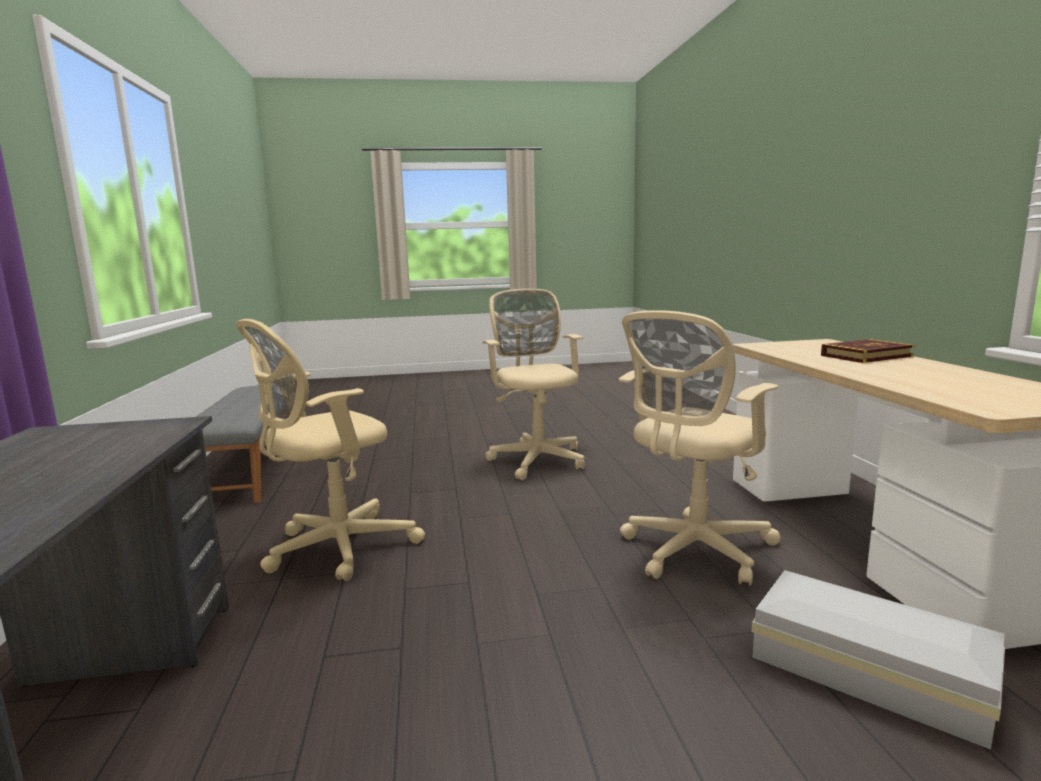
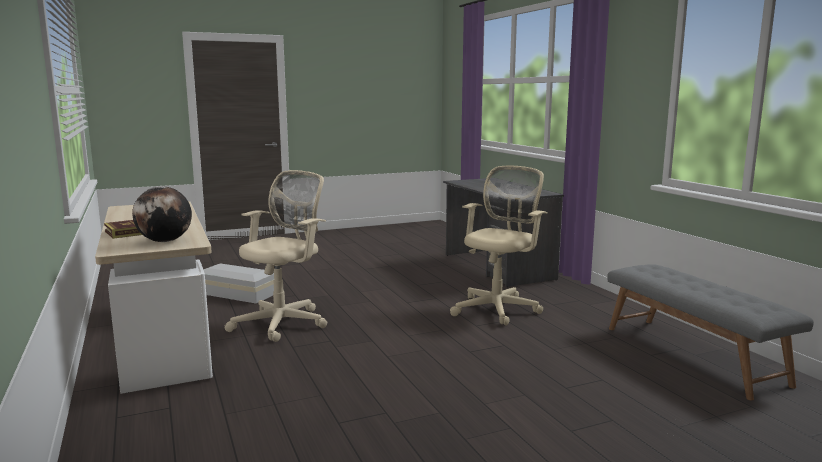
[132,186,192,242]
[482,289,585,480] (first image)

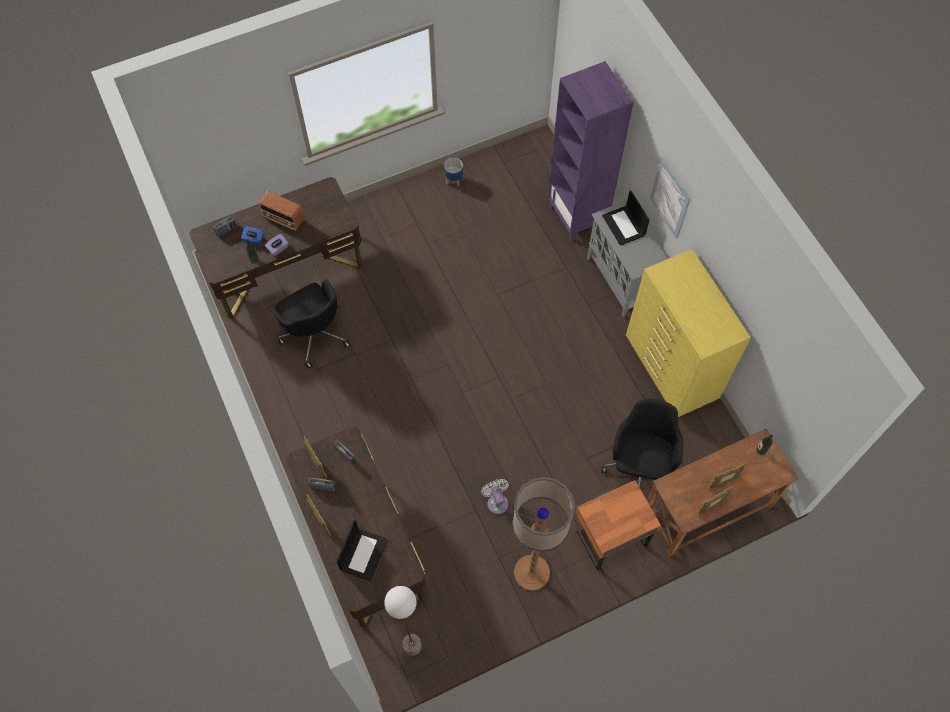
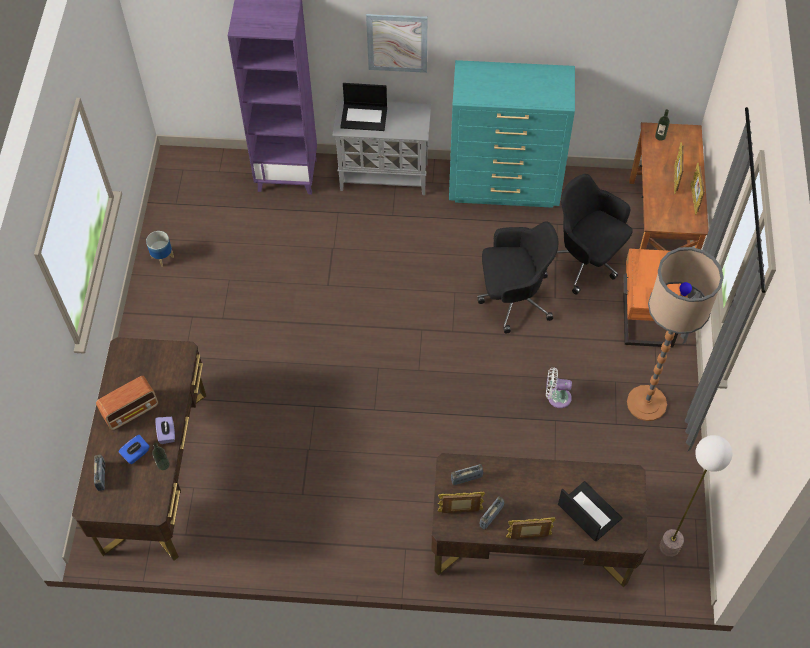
[449,60,575,208]
[477,221,558,333]

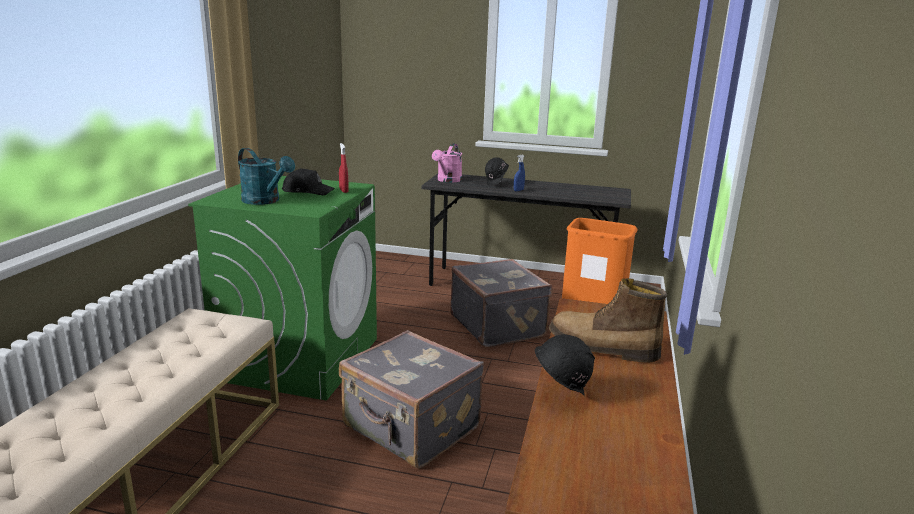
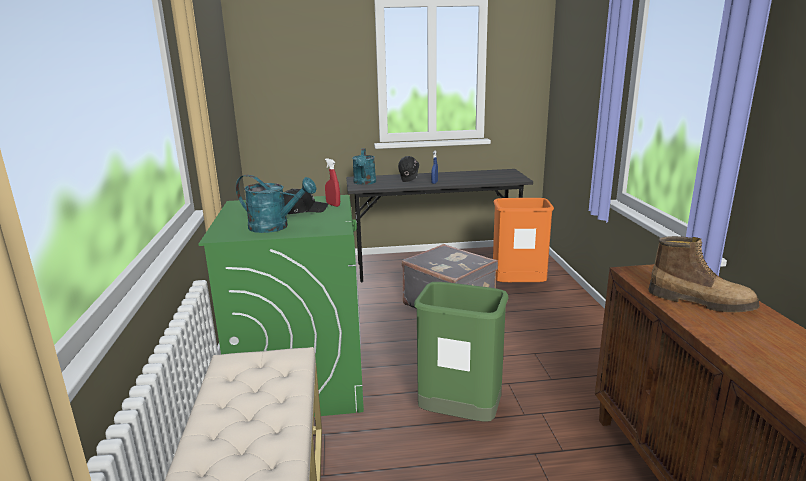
[352,148,376,185]
[414,282,509,422]
[648,236,760,312]
[535,334,595,397] (first image)

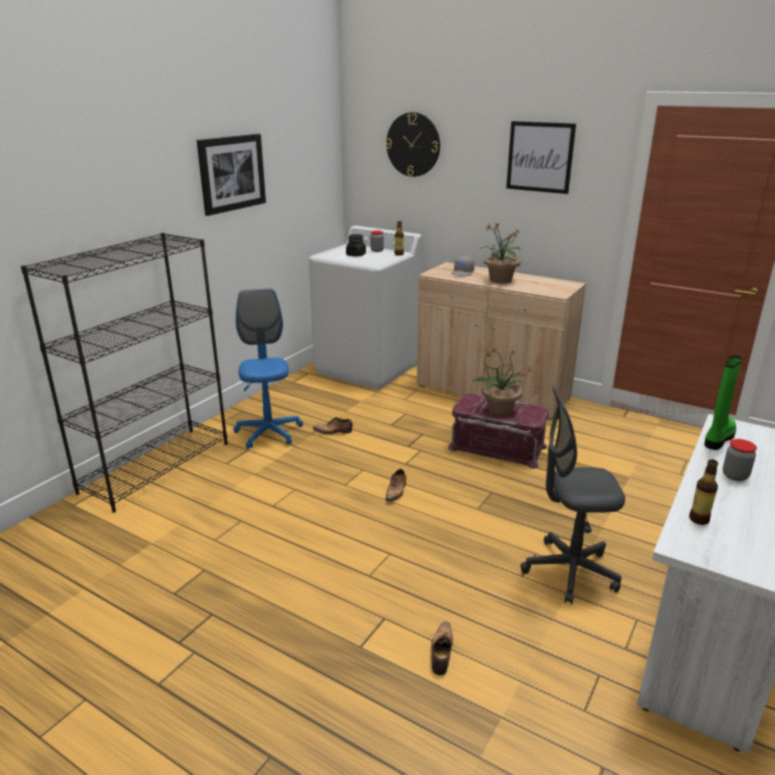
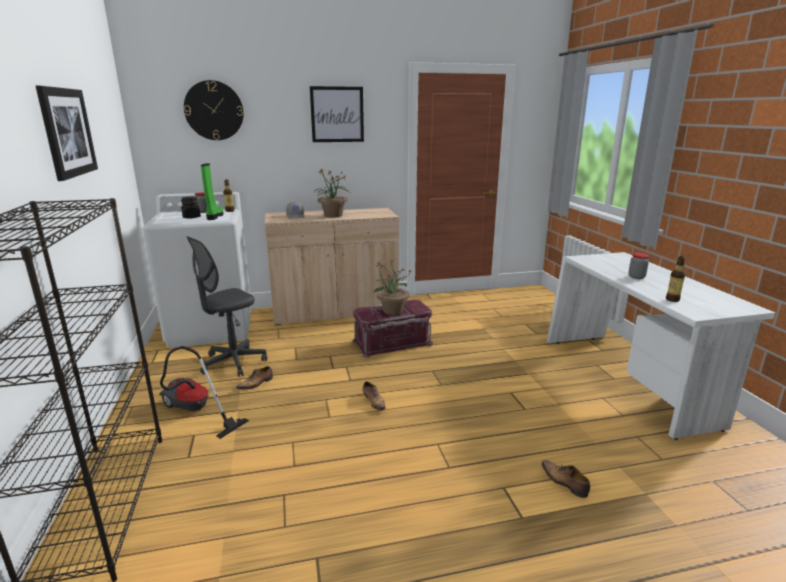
[159,346,249,439]
[186,236,267,377]
[201,164,224,220]

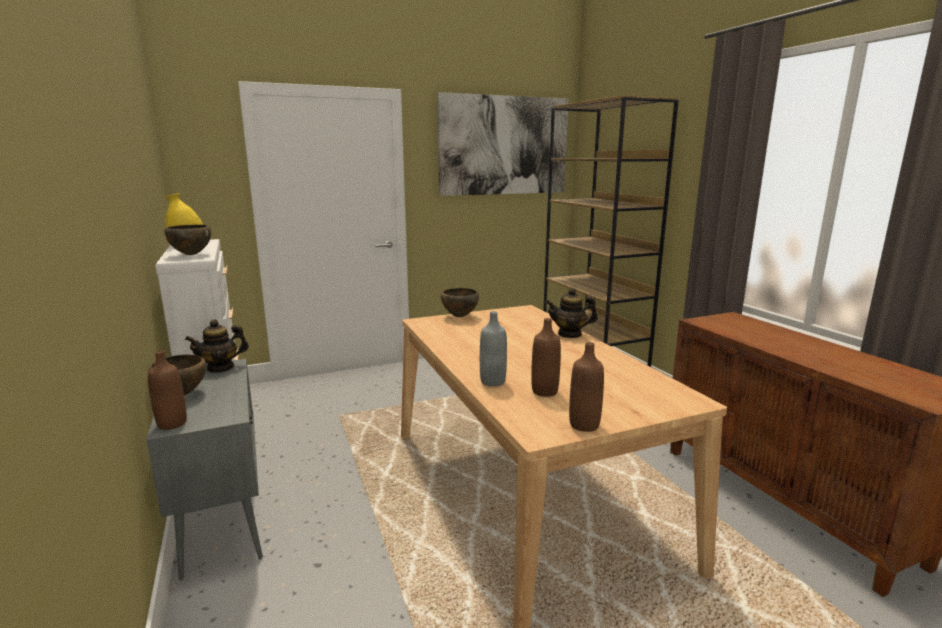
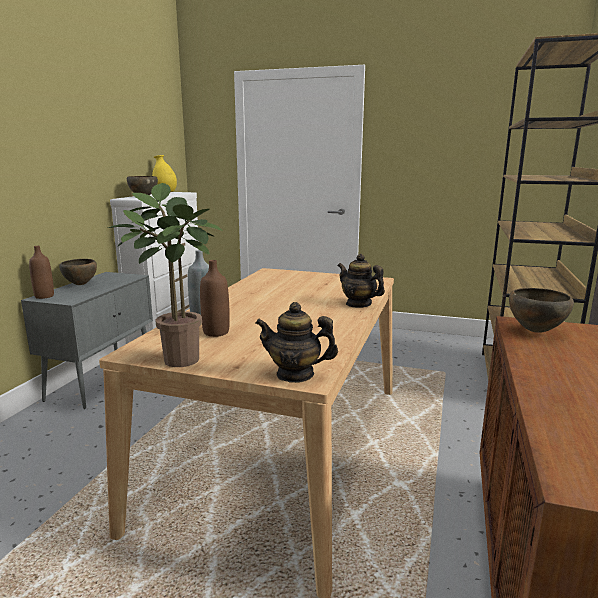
[108,183,223,367]
[255,302,338,383]
[509,288,574,333]
[437,92,569,196] (first image)

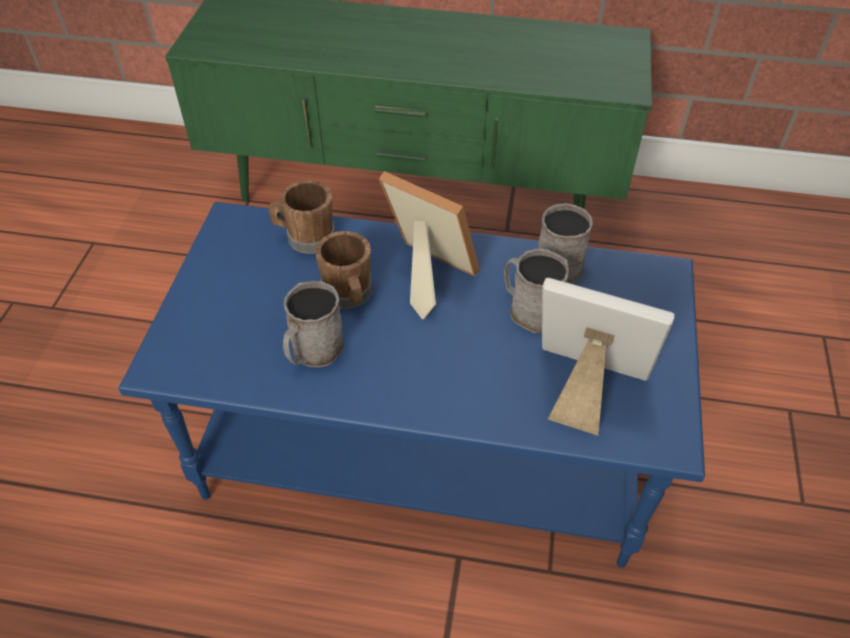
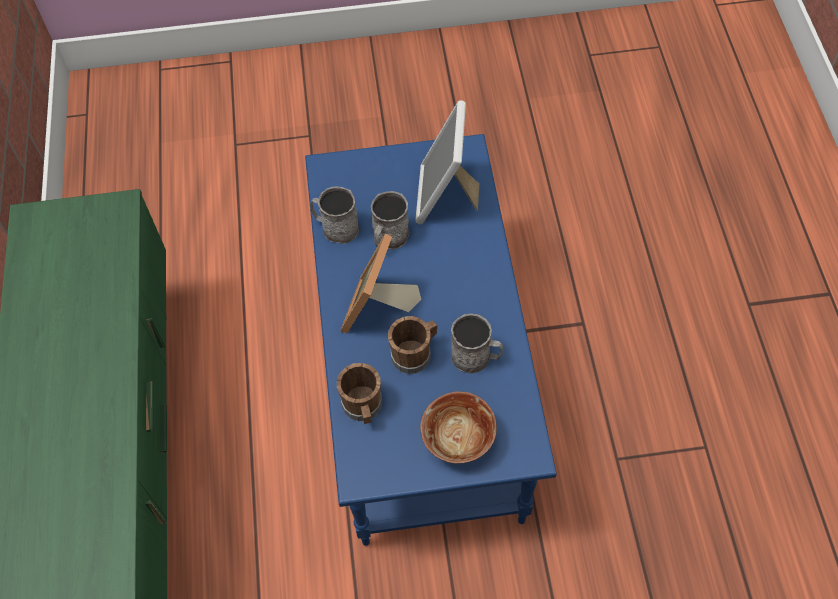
[420,392,497,464]

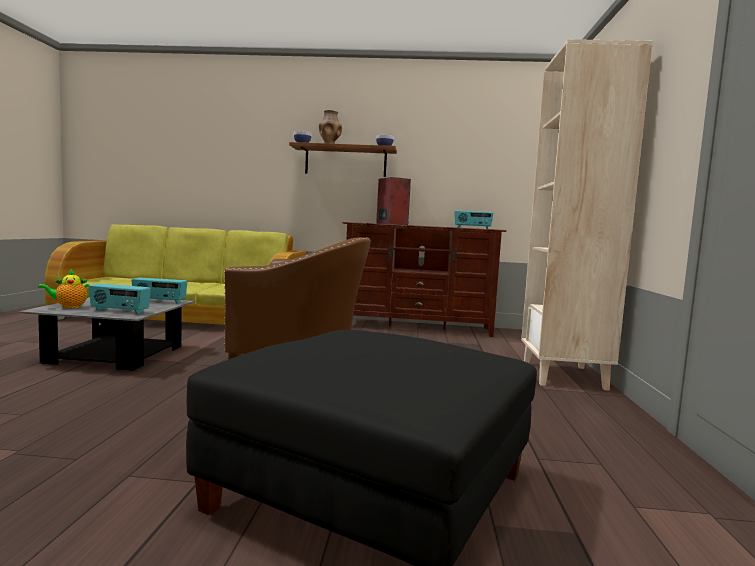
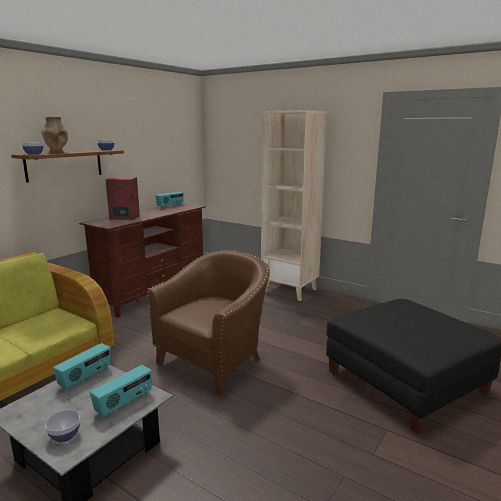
[45,410,80,442]

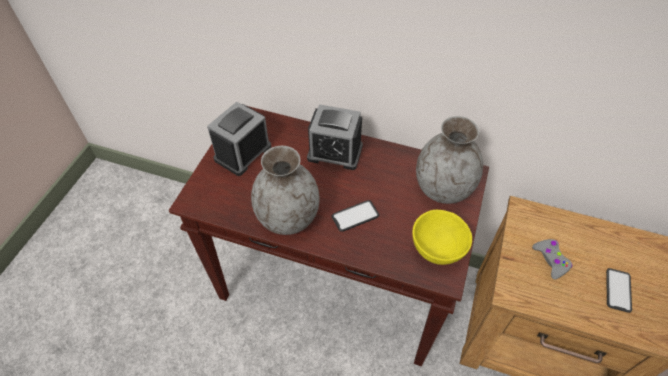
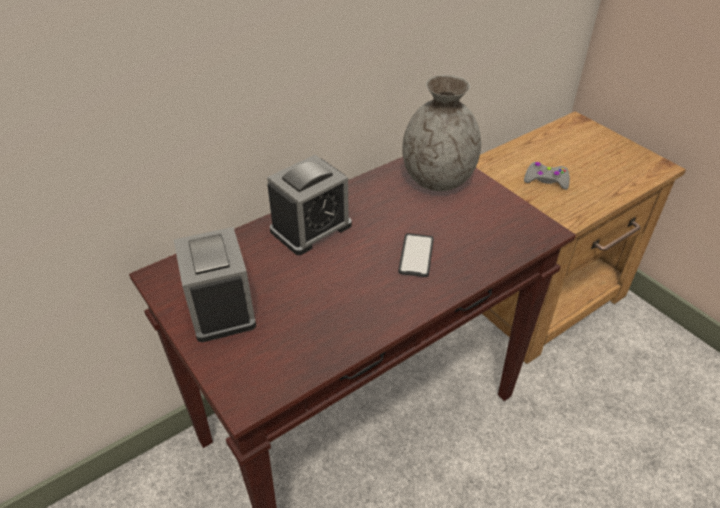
[251,146,320,235] (first image)
[412,210,472,265] (first image)
[606,268,632,313] (first image)

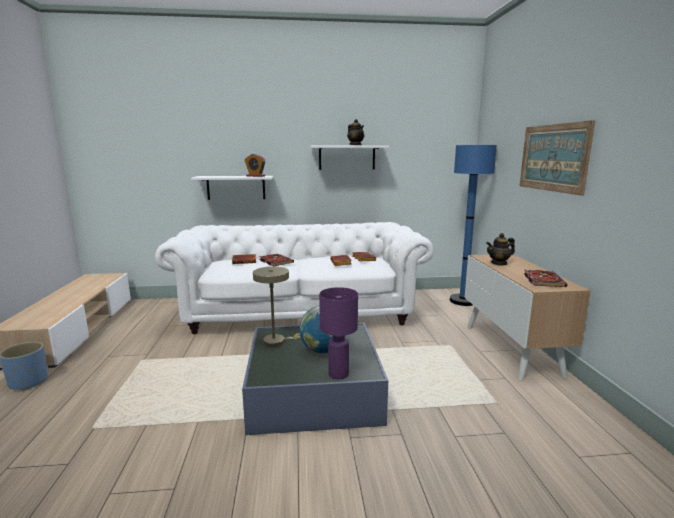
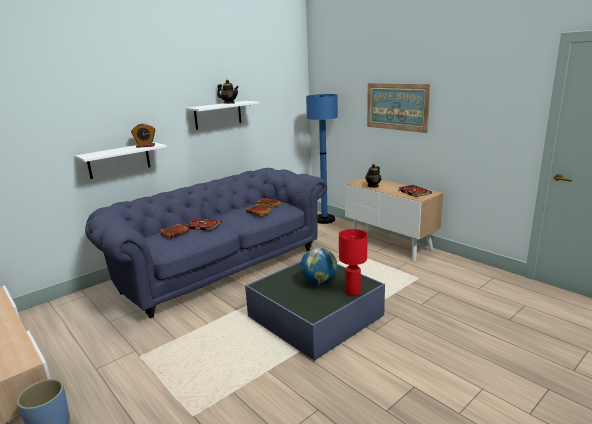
[85,168,327,318]
[339,229,368,296]
[253,266,300,347] (first image)

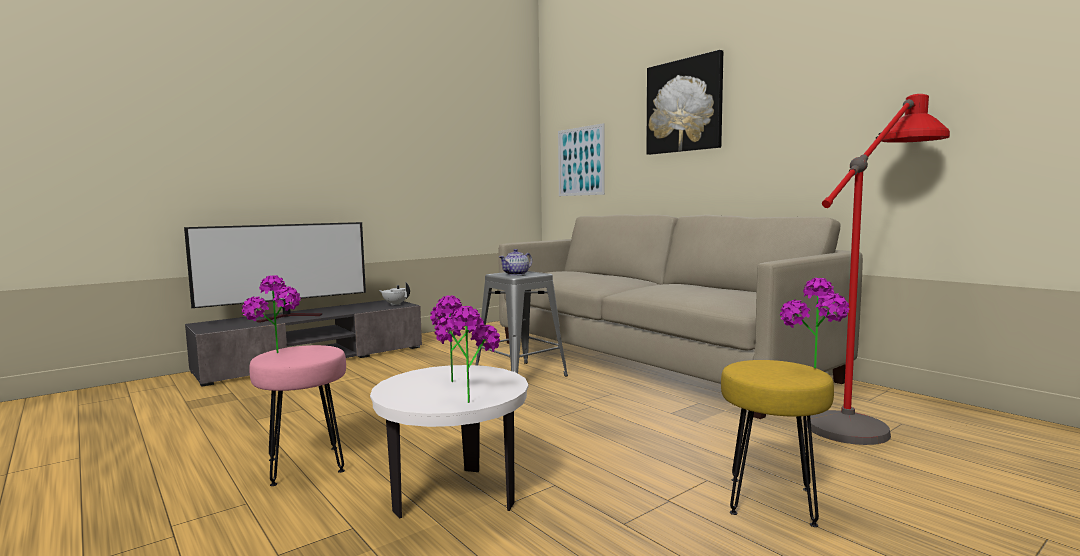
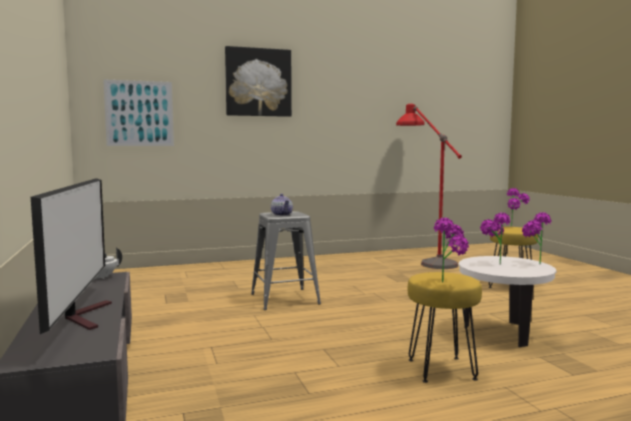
[408,272,482,383]
[499,215,863,419] (first image)

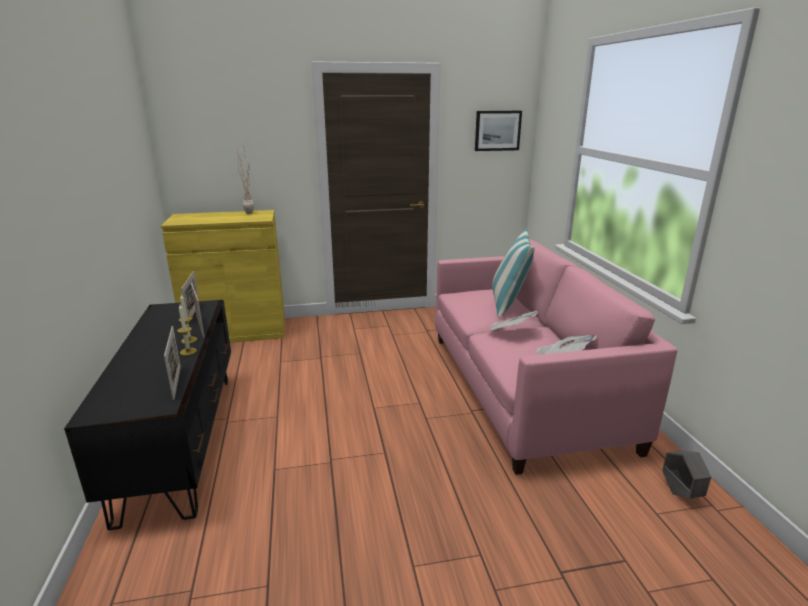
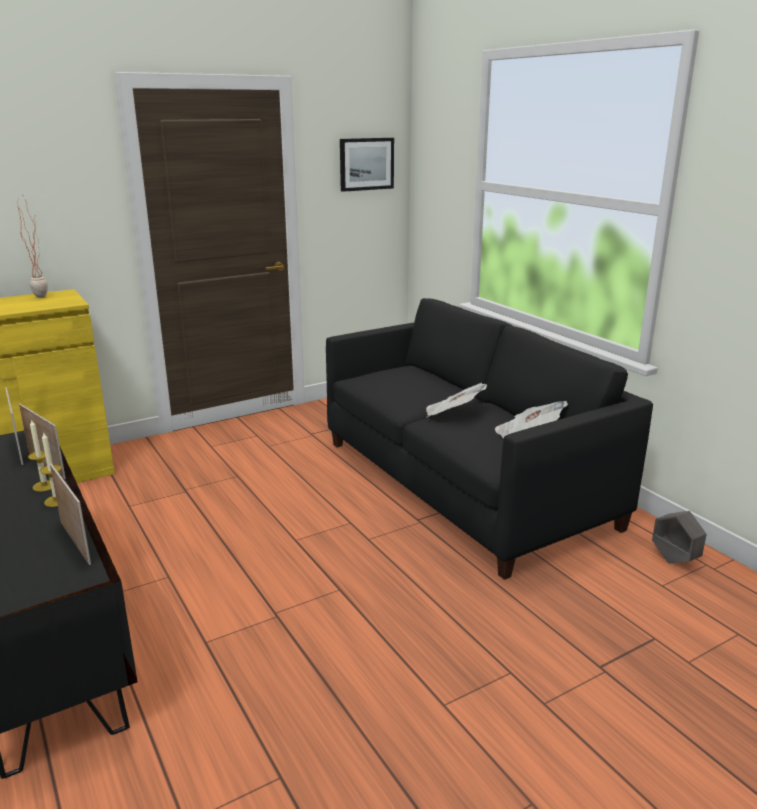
[326,298,653,580]
[492,228,534,318] (first image)

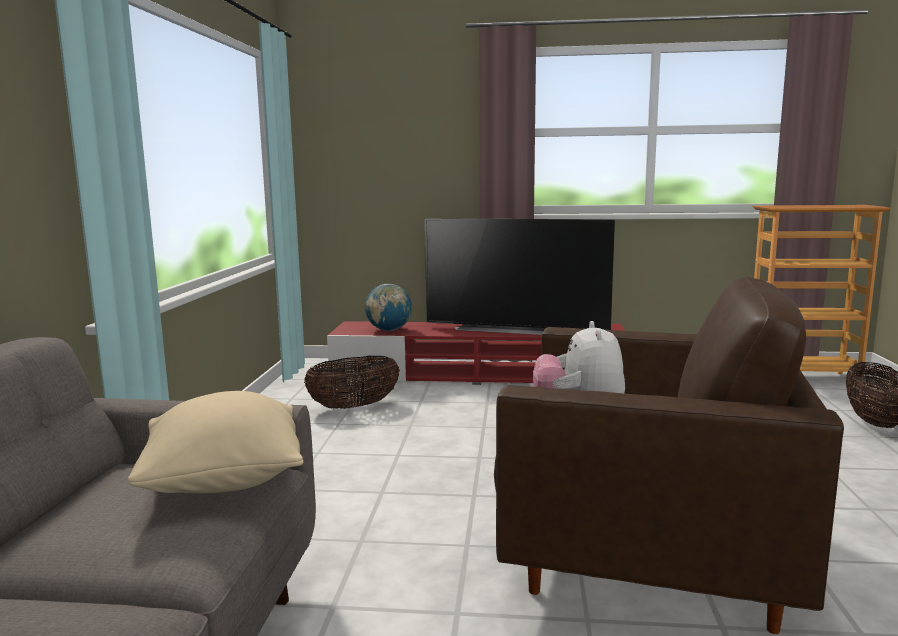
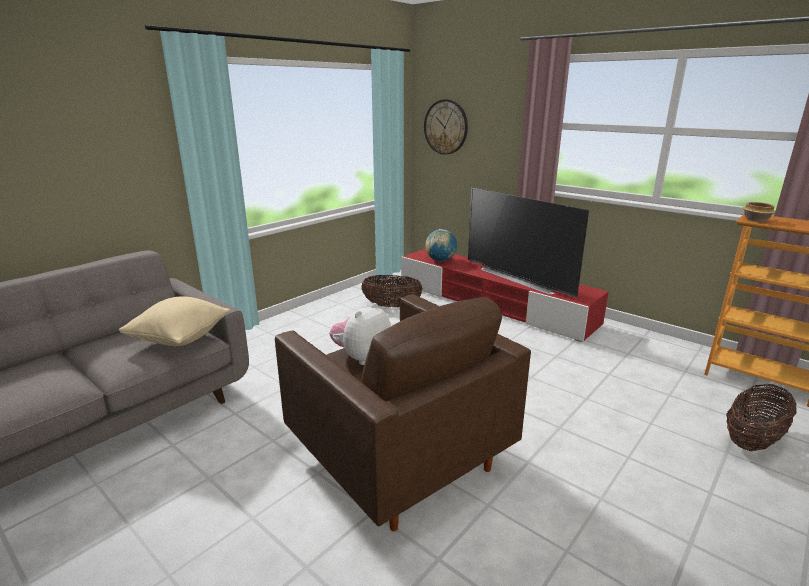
[424,99,468,155]
[743,202,776,222]

